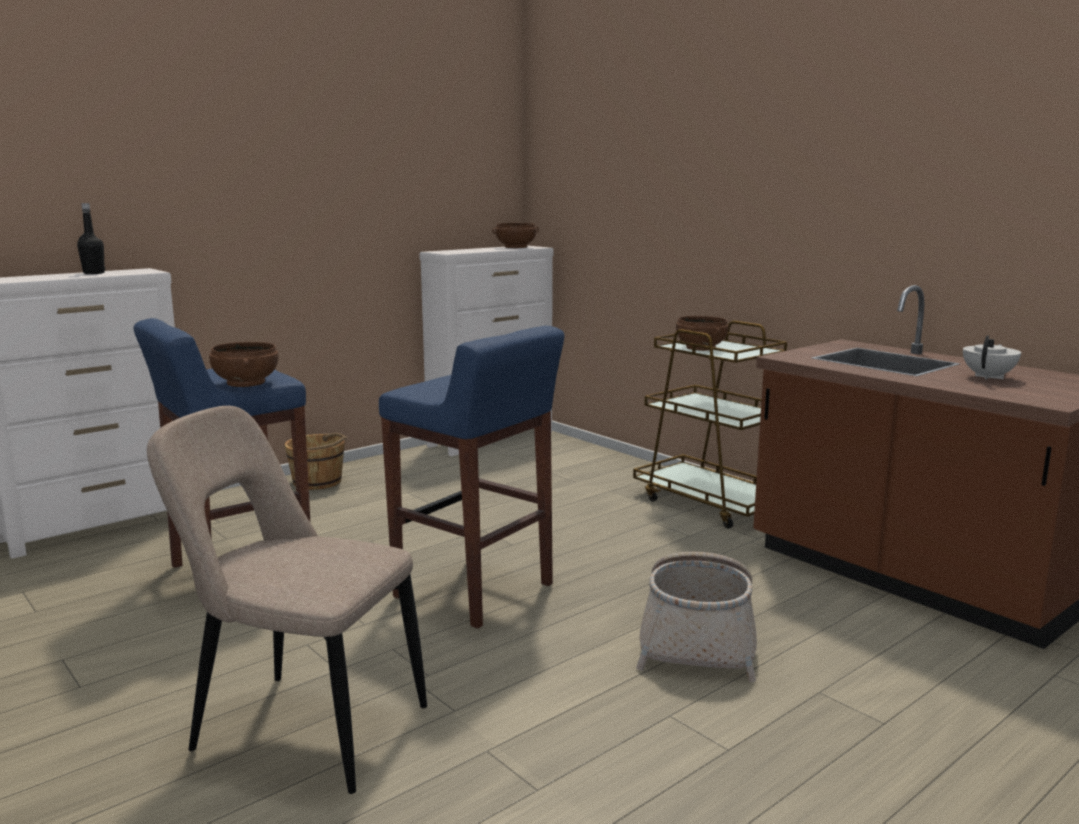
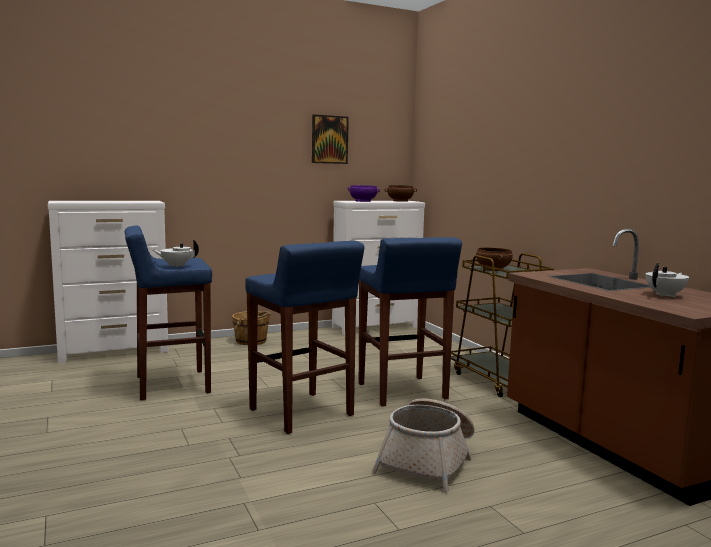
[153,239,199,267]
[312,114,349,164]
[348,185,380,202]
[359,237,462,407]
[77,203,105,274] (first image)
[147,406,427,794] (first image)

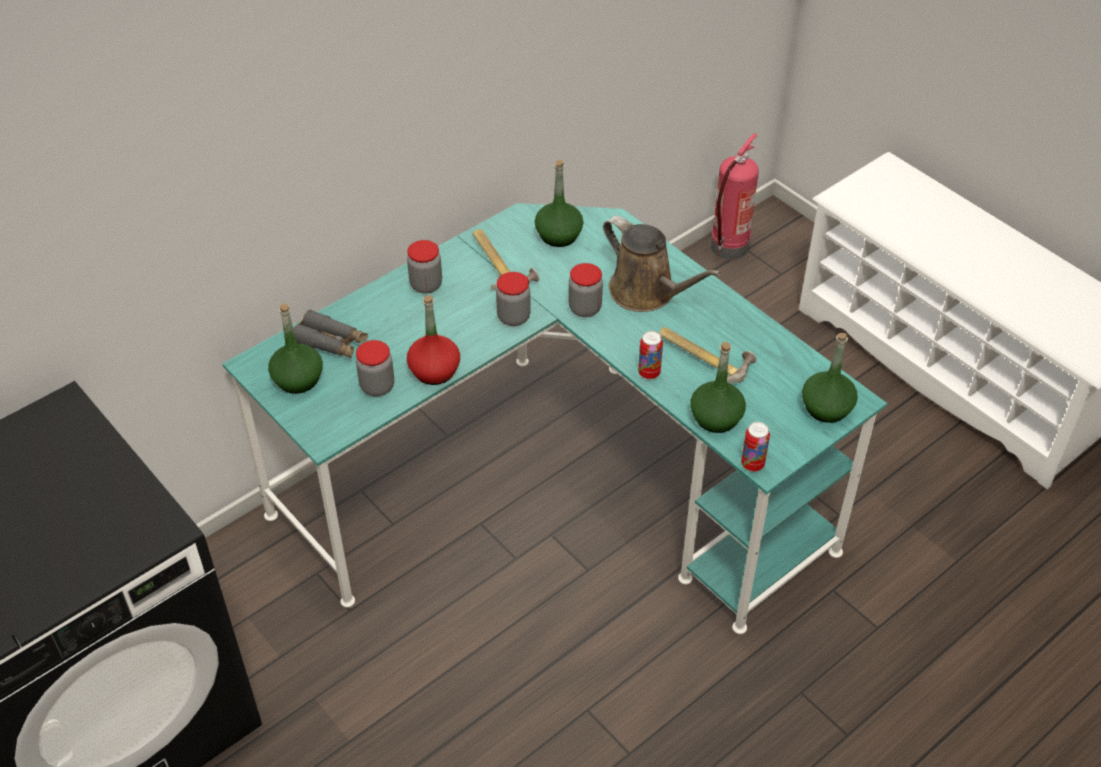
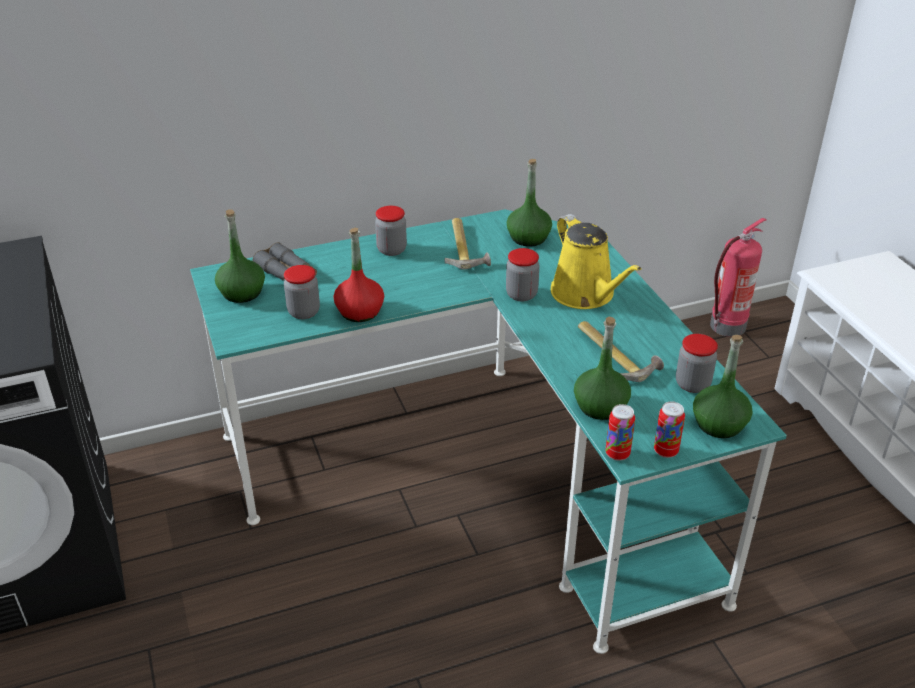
[551,214,641,309]
[654,401,685,458]
[676,334,718,393]

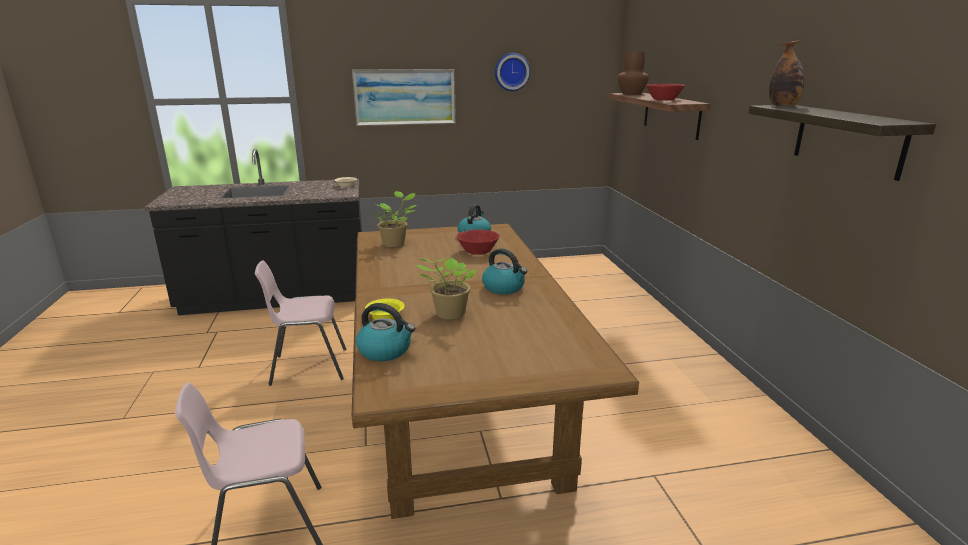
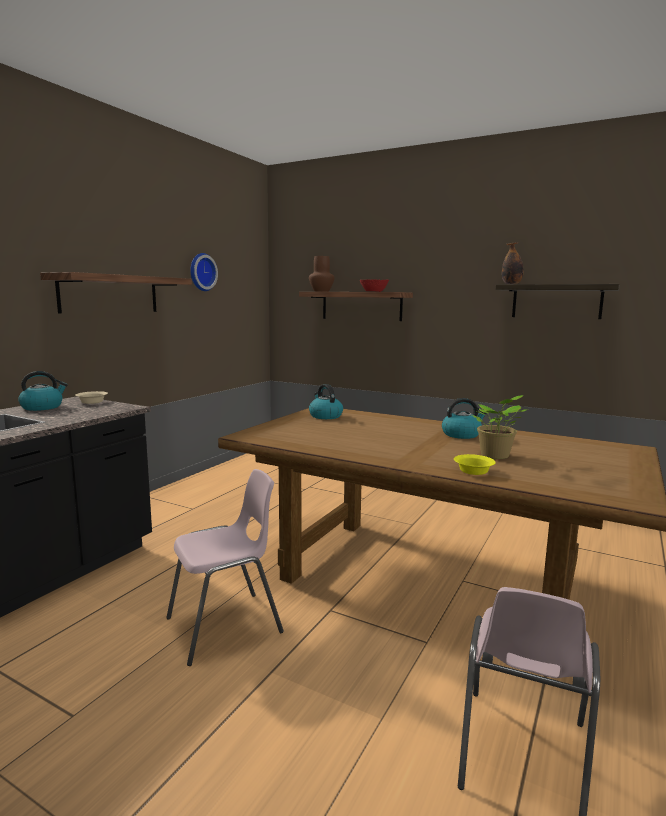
[18,371,68,411]
[40,272,192,314]
[166,469,284,666]
[374,191,417,247] (first image)
[457,230,500,255] (first image)

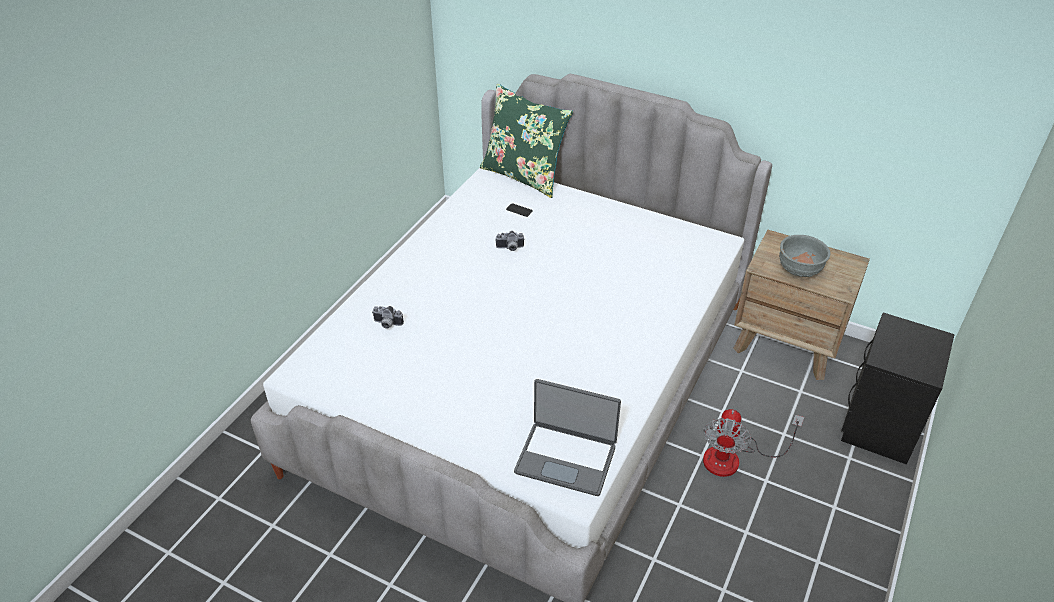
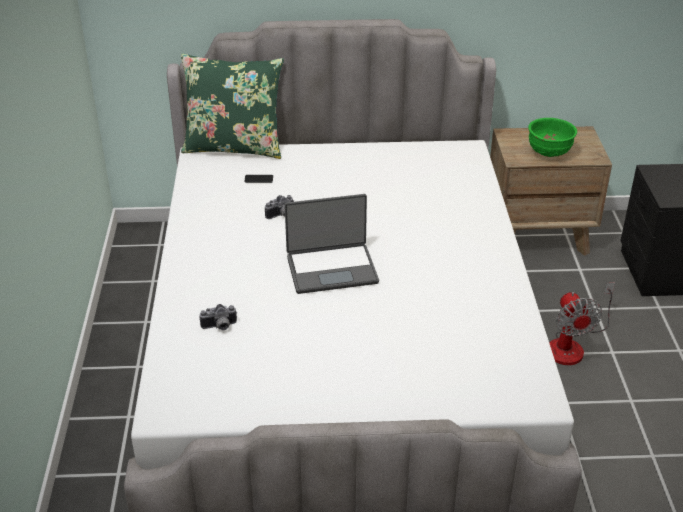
[285,194,379,294]
[528,118,577,157]

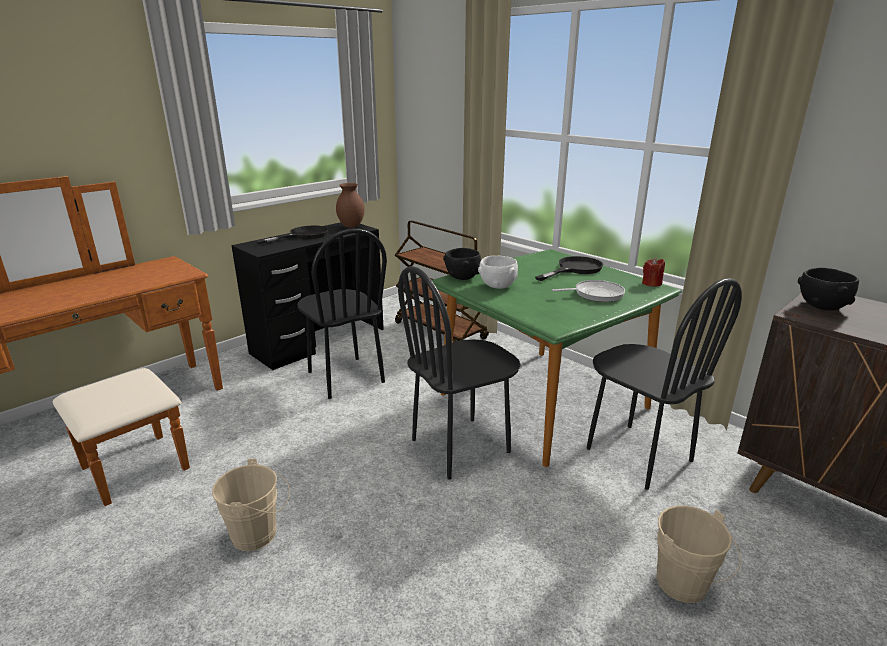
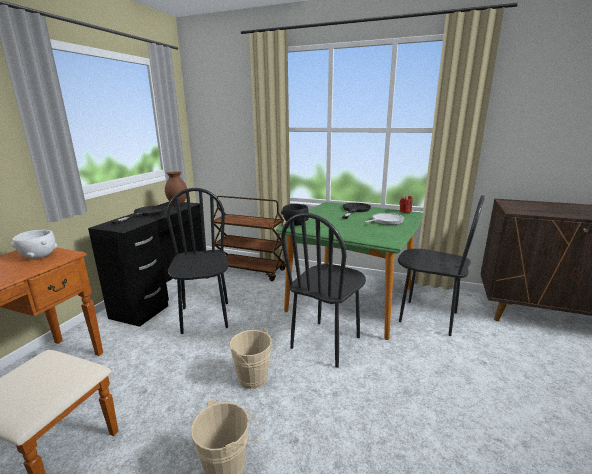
[11,230,57,259]
[167,188,229,334]
[230,328,279,389]
[798,268,859,311] (first image)

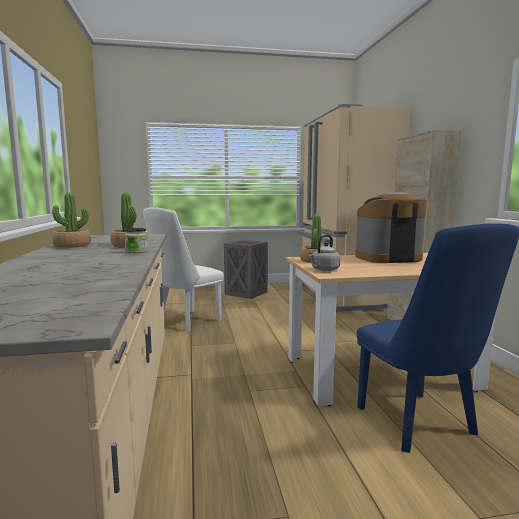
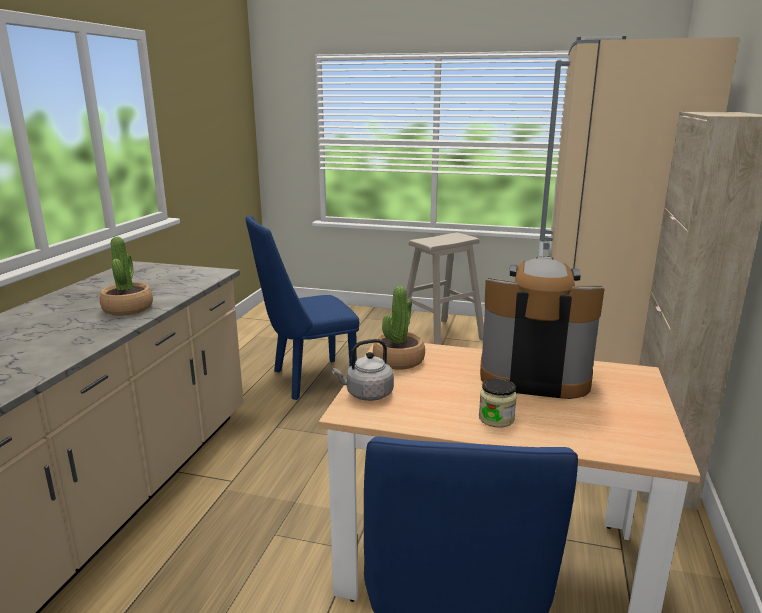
[245,216,359,400]
[406,233,484,345]
[479,378,517,428]
[52,192,91,248] (first image)

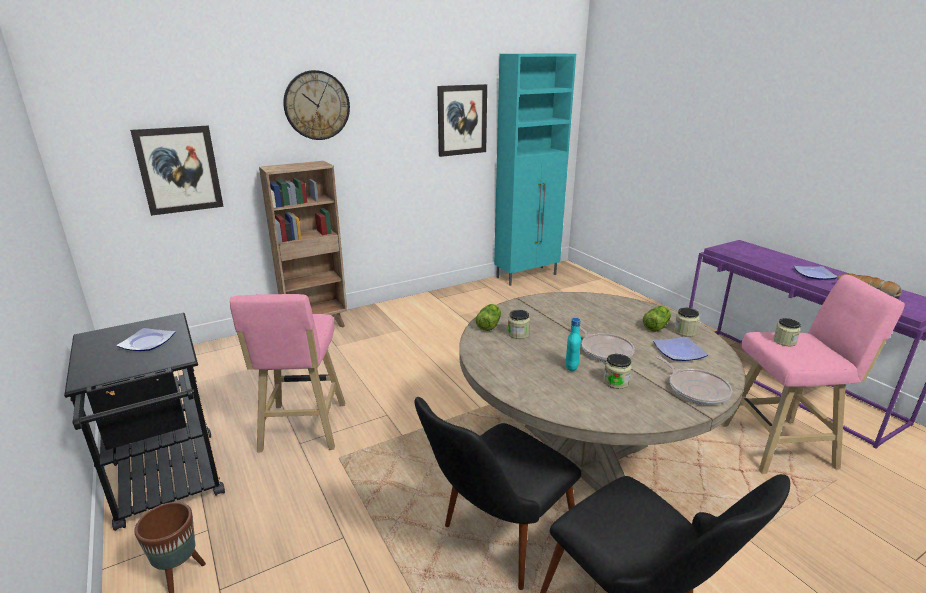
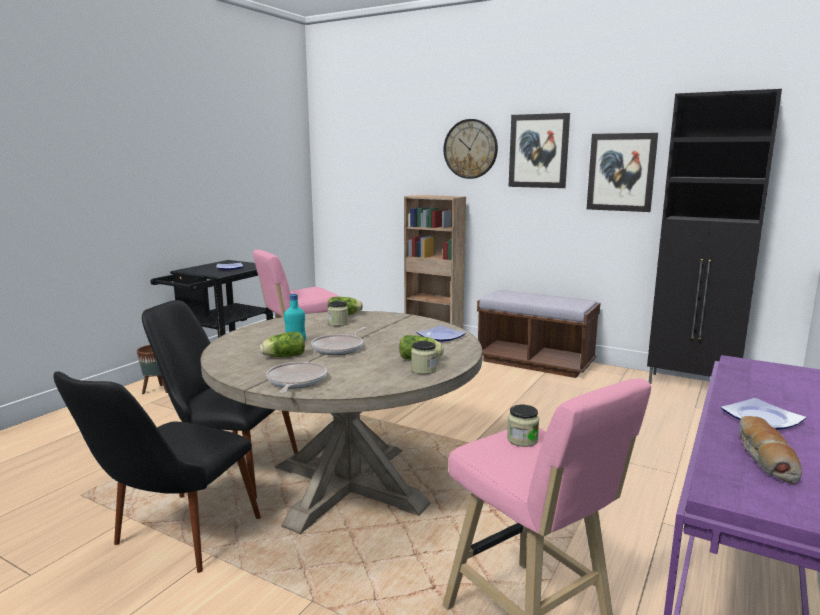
[260,332,305,357]
[266,361,327,394]
[416,325,466,342]
[477,290,600,378]
[509,113,570,188]
[647,89,782,384]

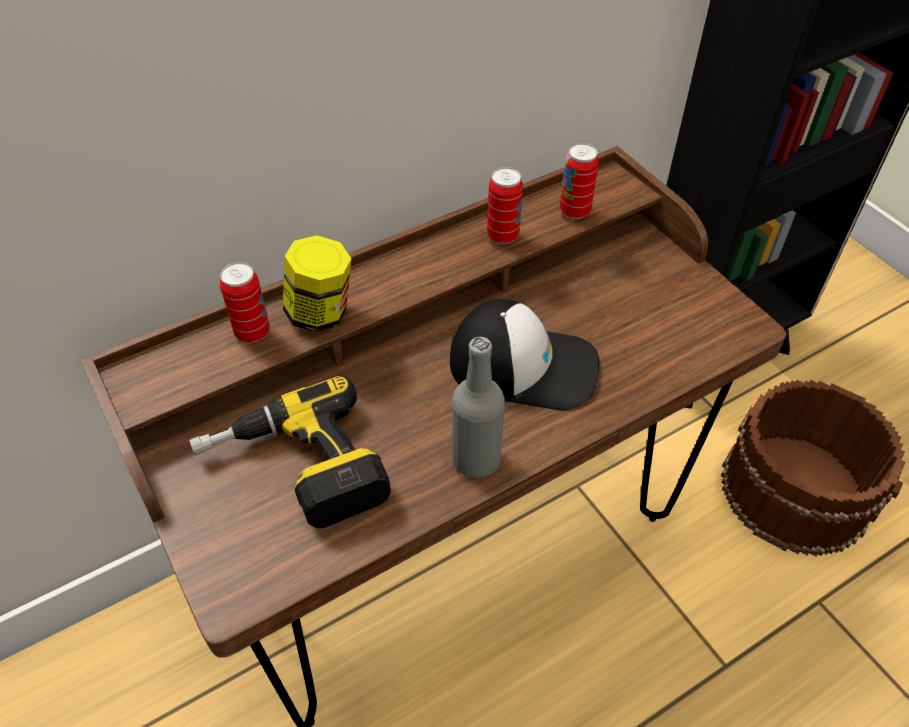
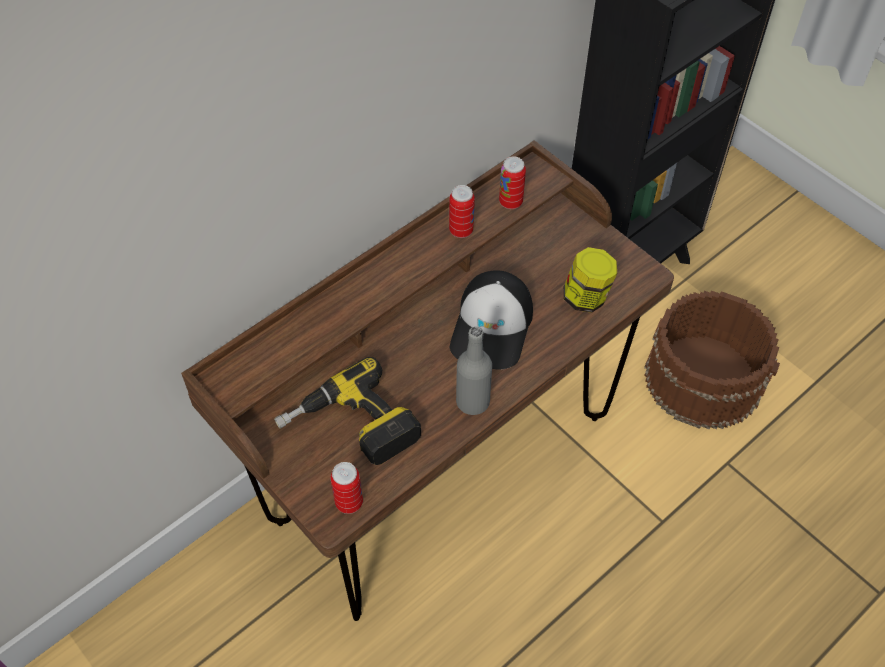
[330,462,363,514]
[449,270,533,370]
[564,247,617,313]

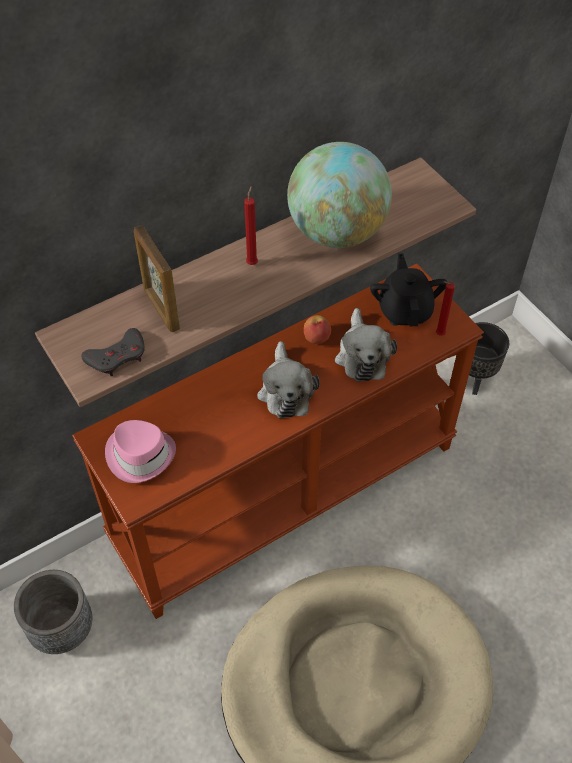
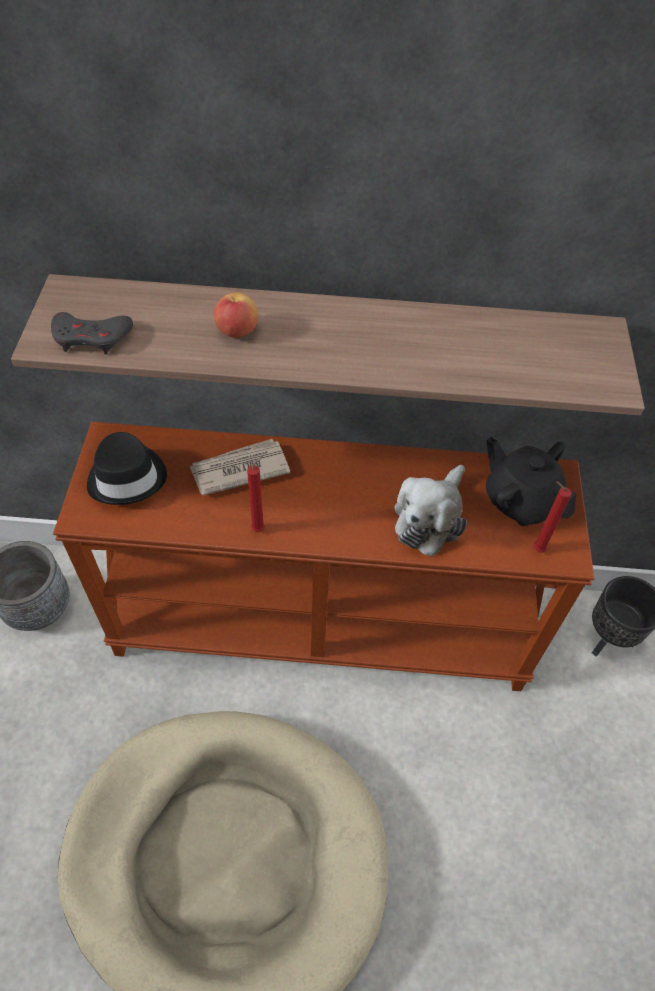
[87,432,167,505]
[190,439,290,496]
[214,292,258,338]
[247,456,265,532]
[486,437,576,526]
[134,225,180,332] (first image)
[257,341,320,418] (first image)
[287,142,392,248] (first image)

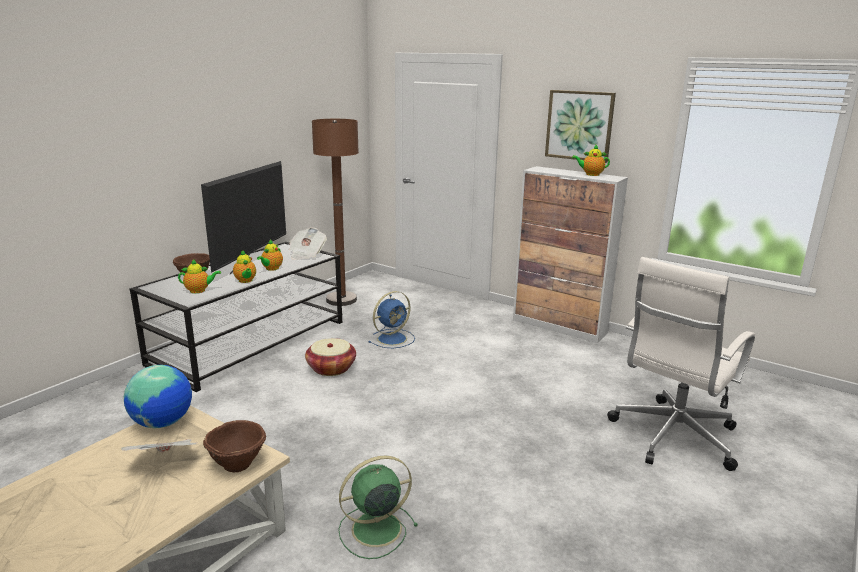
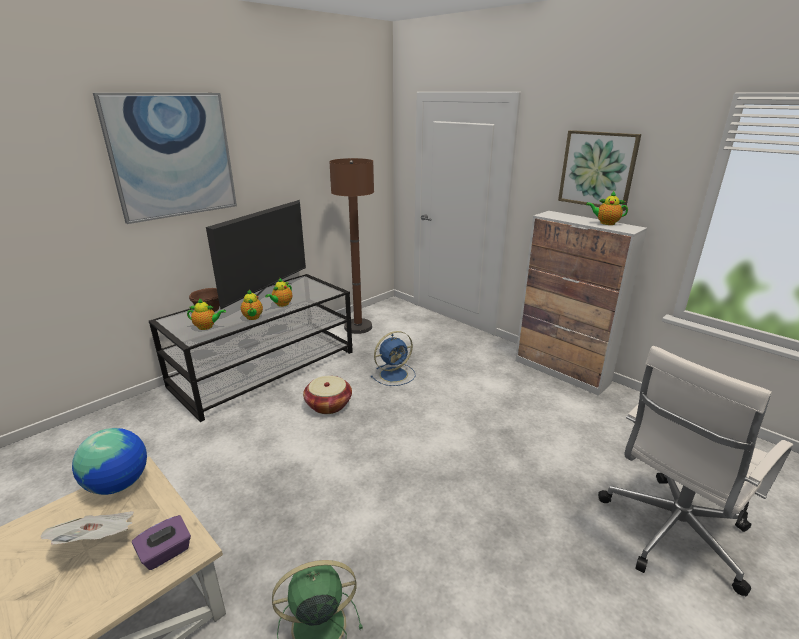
[93,93,237,224]
[132,515,191,570]
[289,228,327,260] (first image)

